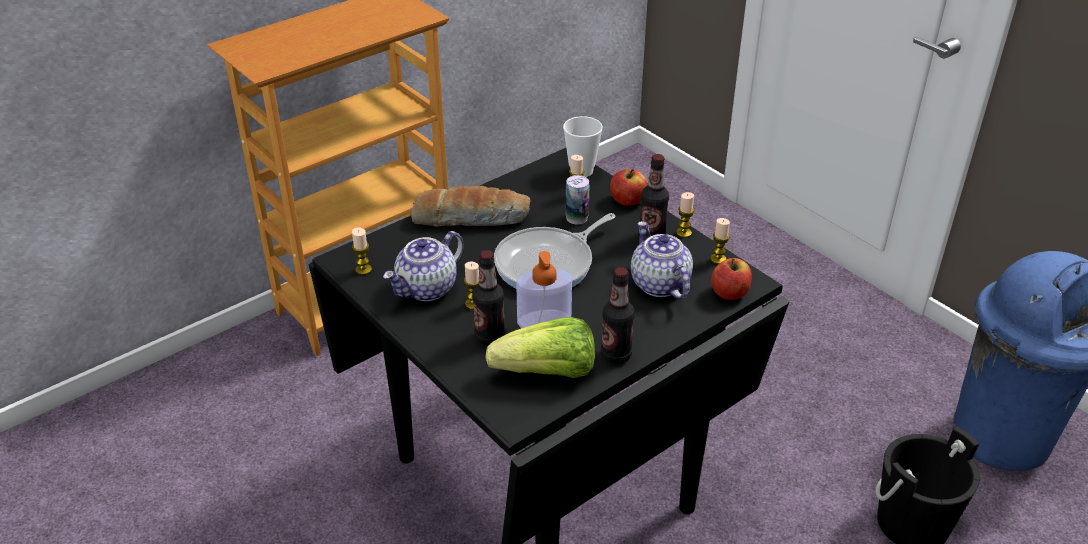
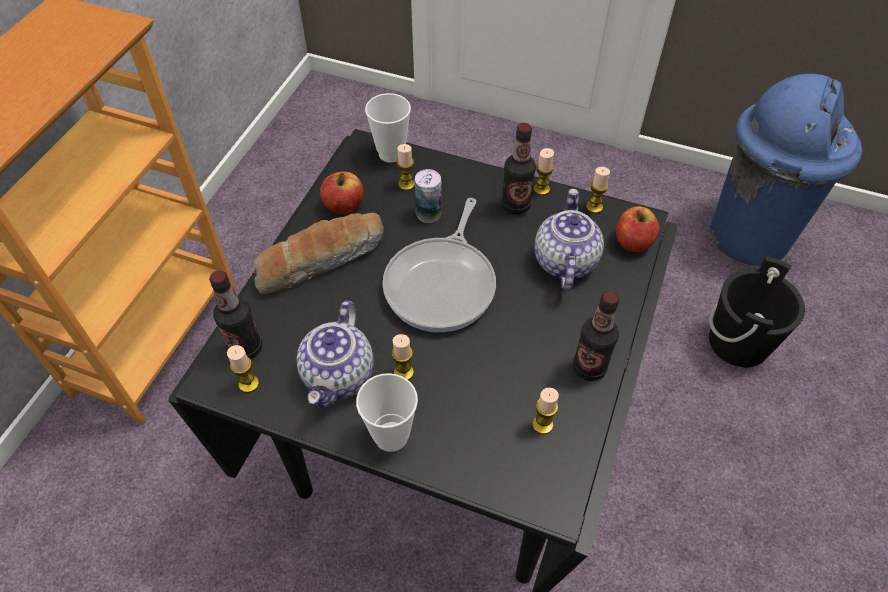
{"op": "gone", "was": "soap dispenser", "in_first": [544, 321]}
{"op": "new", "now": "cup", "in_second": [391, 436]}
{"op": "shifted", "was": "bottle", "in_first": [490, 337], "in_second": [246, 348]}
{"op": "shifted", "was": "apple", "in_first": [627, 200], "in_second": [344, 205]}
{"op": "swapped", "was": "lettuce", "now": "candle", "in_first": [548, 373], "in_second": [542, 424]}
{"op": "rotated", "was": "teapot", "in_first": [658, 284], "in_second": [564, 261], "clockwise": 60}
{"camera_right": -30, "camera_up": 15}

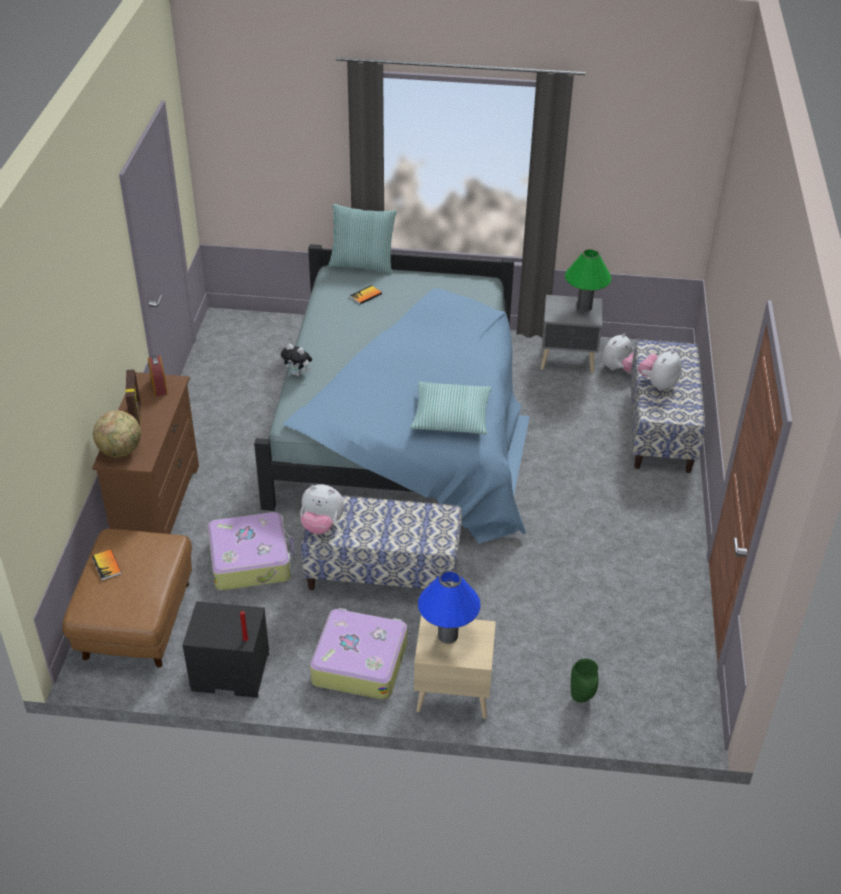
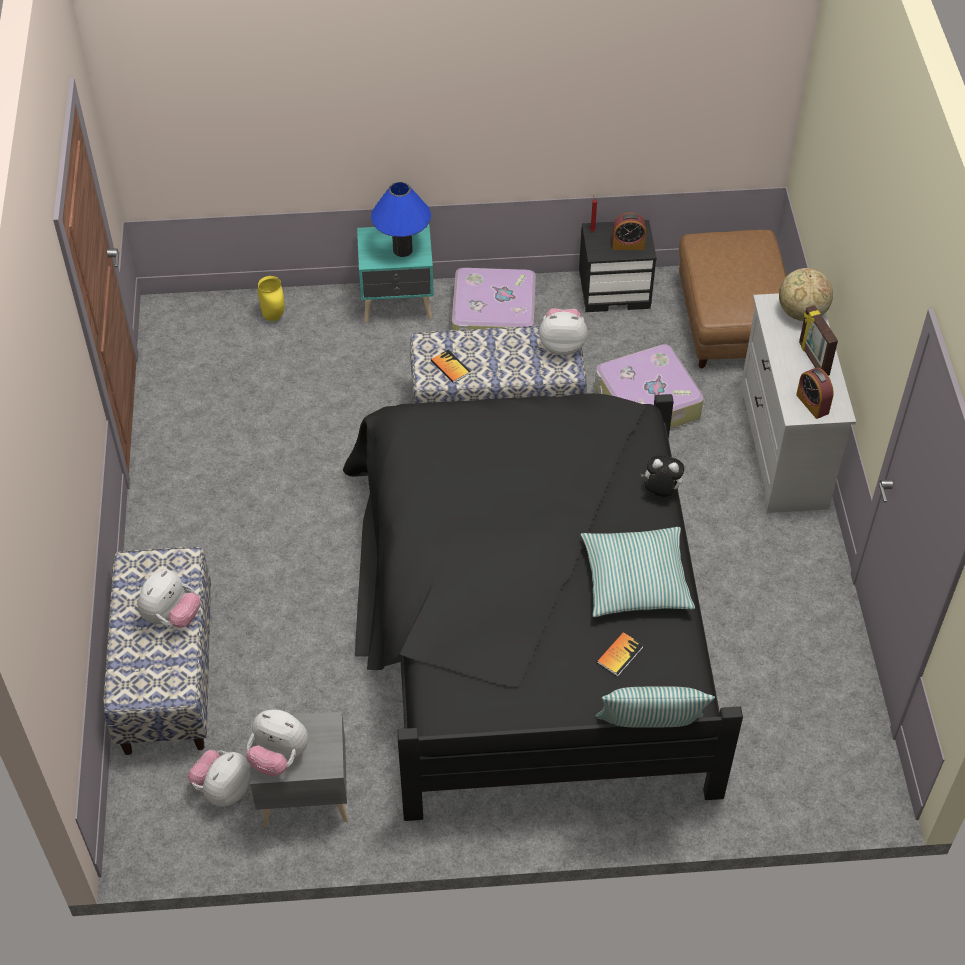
{"op": "new", "now": "alarm clock", "in_second": [628, 245]}
{"op": "shifted", "was": "book", "in_first": [107, 565], "in_second": [450, 367]}
{"op": "shifted", "was": "pillow", "in_first": [451, 416], "in_second": [636, 580]}
{"op": "swapped", "was": "table lamp in green", "now": "plush toy", "in_first": [584, 307], "in_second": [279, 756]}
{"op": "repainted", "was": "dresser in brown", "now": "dresser in white", "in_first": [158, 506], "in_second": [782, 450]}
{"op": "repainted", "was": "bed in blue", "now": "bed in black", "in_first": [403, 425], "in_second": [527, 620]}
{"op": "repainted", "was": "nightstand in beige", "now": "nightstand in turquoise", "in_first": [452, 693], "in_second": [398, 304]}
{"op": "repainted", "was": "vase in green", "now": "vase in yellow", "in_first": [582, 698], "in_second": [273, 317]}
{"camera_right": 170, "camera_up": 10}

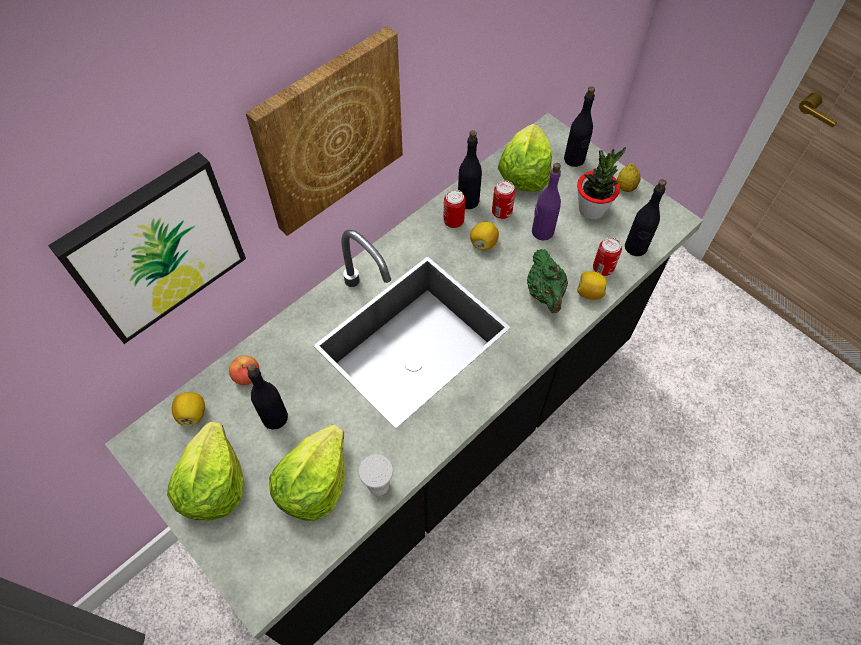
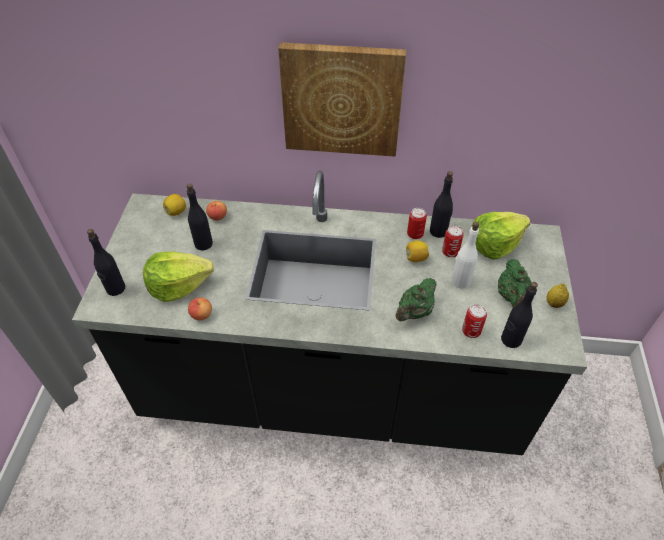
{"op": "gone", "was": "picture", "in_first": [154, 247]}
{"op": "gone", "was": "lettuce", "in_first": [213, 484]}
{"op": "gone", "was": "lemon", "in_first": [589, 292]}
{"op": "shifted", "was": "bottle in black", "in_first": [574, 159], "in_second": [115, 288]}
{"op": "swapped", "was": "cup in white", "now": "apple", "in_first": [378, 485], "in_second": [201, 315]}
{"op": "swapped", "was": "potted plant", "now": "teapot in green", "in_first": [591, 209], "in_second": [511, 296]}
{"op": "repainted", "was": "bottle in purple", "now": "bottle in white", "in_first": [542, 231], "in_second": [460, 281]}
{"camera_right": 50, "camera_up": -10}

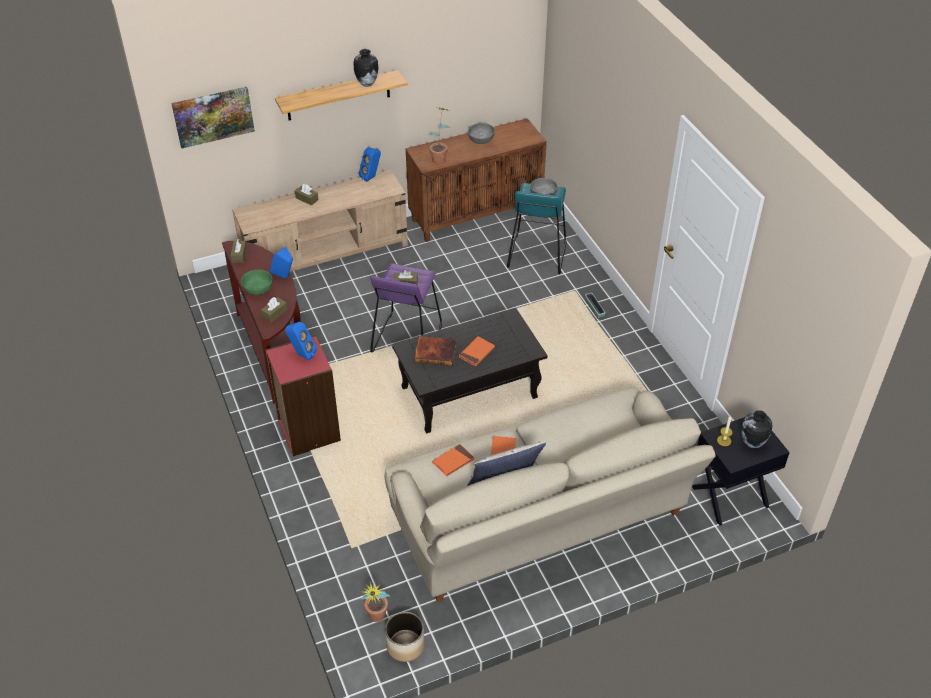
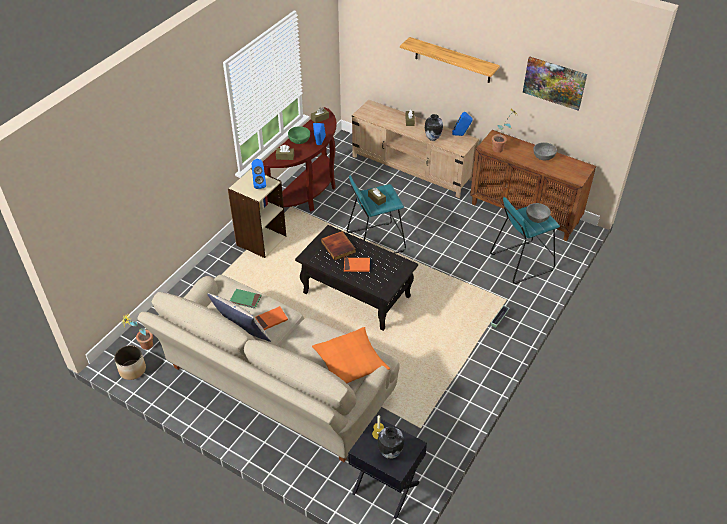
{"op": "new", "now": "pillow in orange", "in_second": [350, 363]}
{"op": "shifted", "was": "picture", "in_first": [213, 116], "in_second": [554, 82]}
{"op": "shifted", "was": "vase", "in_first": [366, 84], "in_second": [432, 138]}
{"op": "repainted", "was": "bookcase in red", "now": "bookcase in beige", "in_first": [308, 431], "in_second": [261, 240]}
{"op": "repainted", "was": "stool in purple", "now": "stool in turquoise", "in_first": [406, 338], "in_second": [375, 241]}
{"op": "repainted", "was": "book in orange", "now": "book in green", "in_first": [453, 461], "in_second": [245, 299]}
{"camera_right": 55, "camera_up": 0}

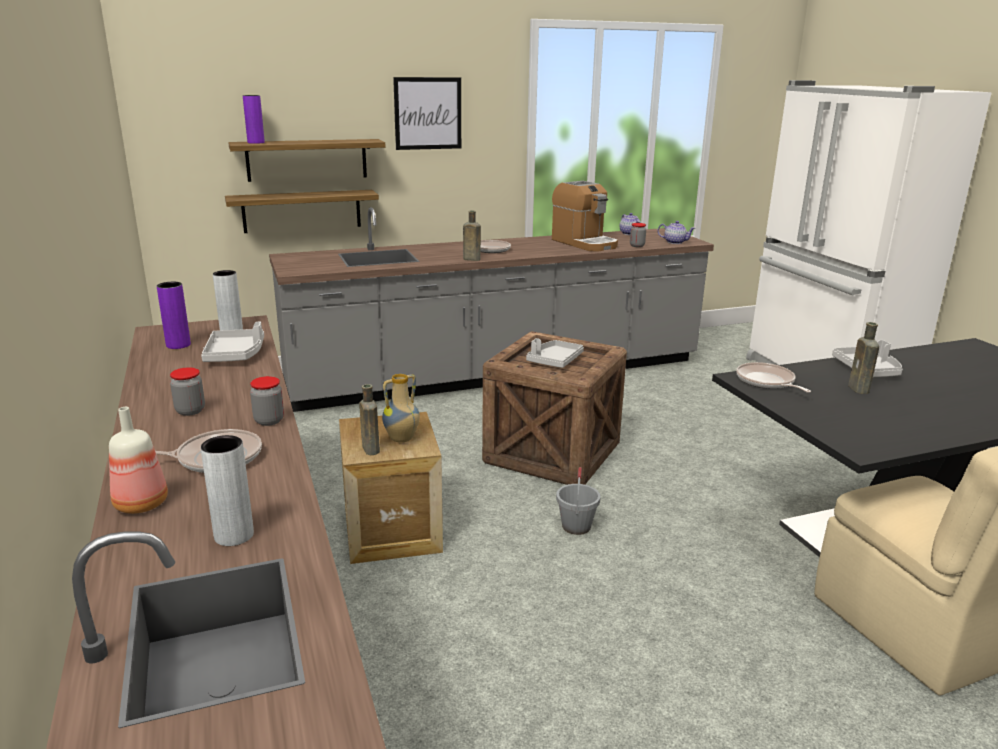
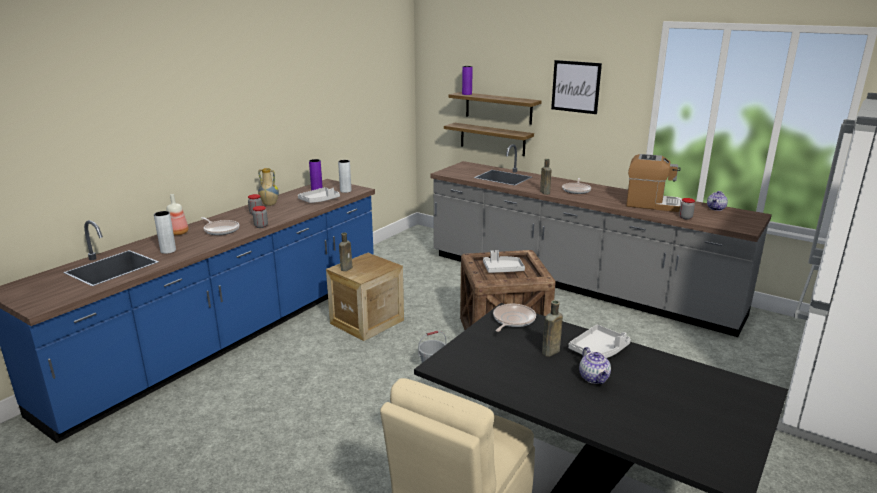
{"op": "shifted", "was": "vase", "in_first": [402, 439], "in_second": [269, 204]}
{"op": "shifted", "was": "teapot", "in_first": [675, 242], "in_second": [594, 378]}
{"op": "rotated", "was": "coffee machine", "in_first": [584, 243], "in_second": [652, 204], "clockwise": -90}
{"camera_right": 55, "camera_up": 0}

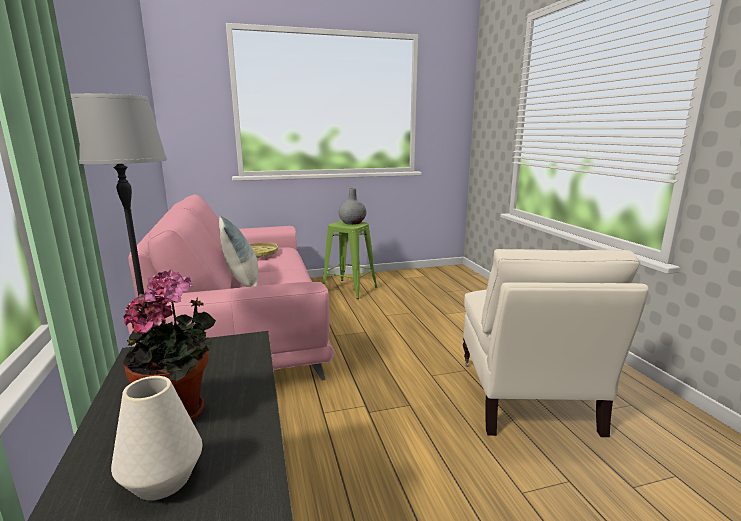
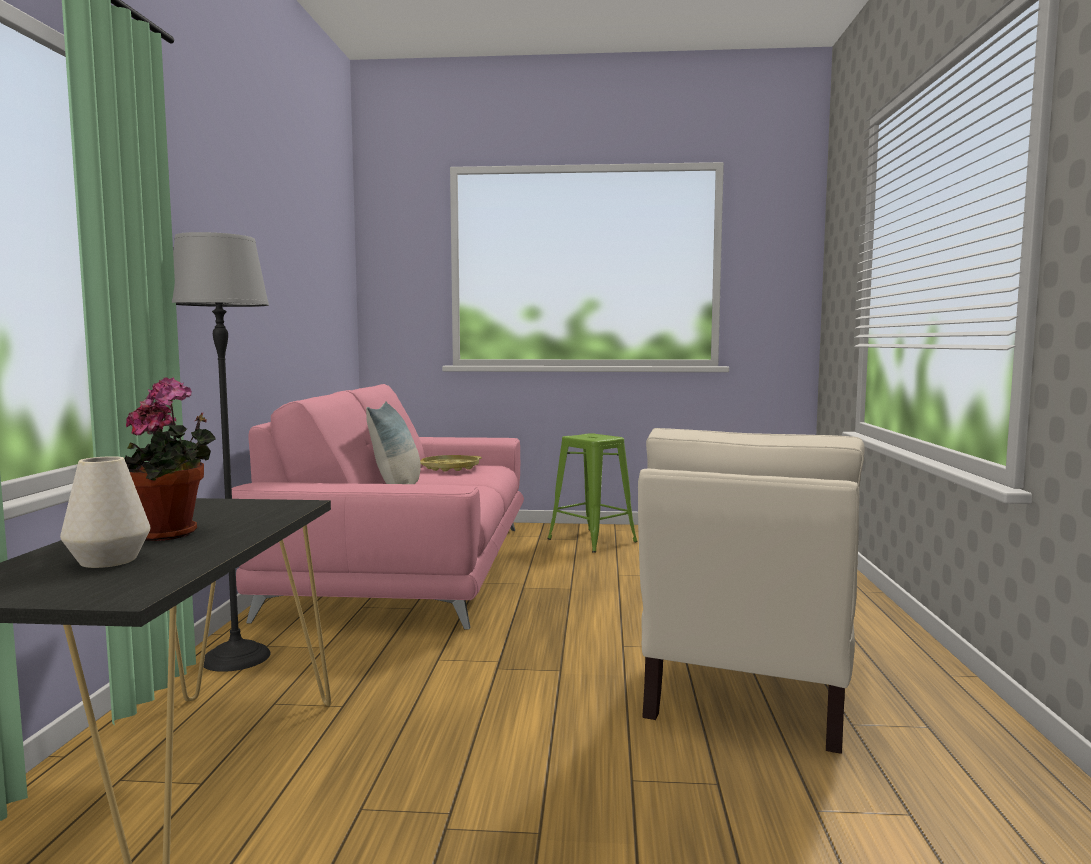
{"op": "gone", "was": "vase in grey", "in_first": [352, 222]}
{"camera_right": 20, "camera_up": -10}

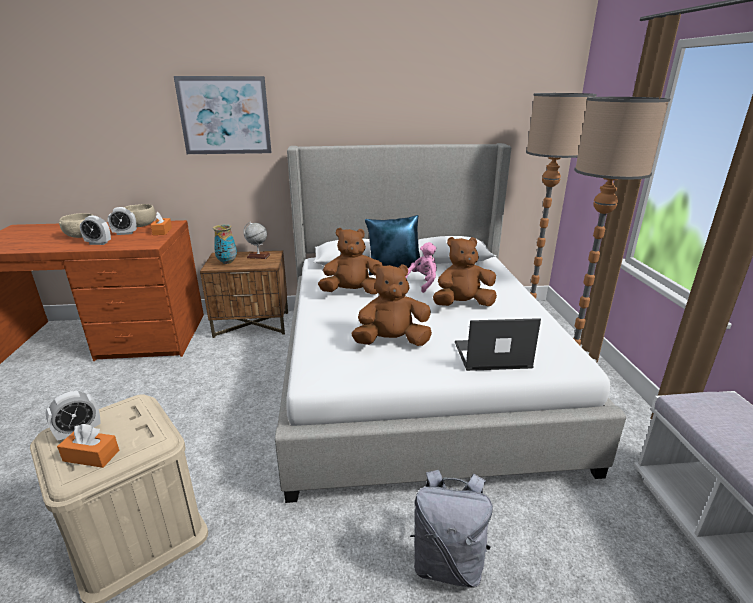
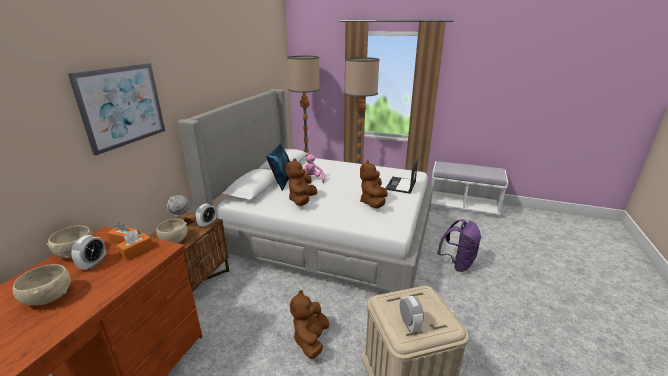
{"op": "shifted", "was": "tissue box in orange", "in_first": [91, 456], "in_second": [136, 251]}
{"op": "shifted", "was": "alarm clock", "in_first": [98, 243], "in_second": [207, 224]}
{"op": "shifted", "was": "plush toy in brown", "in_first": [462, 304], "in_second": [311, 339]}
{"op": "swapped", "was": "vase", "now": "bowl in beige", "in_first": [227, 262], "in_second": [174, 240]}
{"op": "repainted", "was": "backpack in grey", "now": "backpack in purple", "in_first": [447, 563], "in_second": [457, 263]}
{"camera_right": -65, "camera_up": 0}

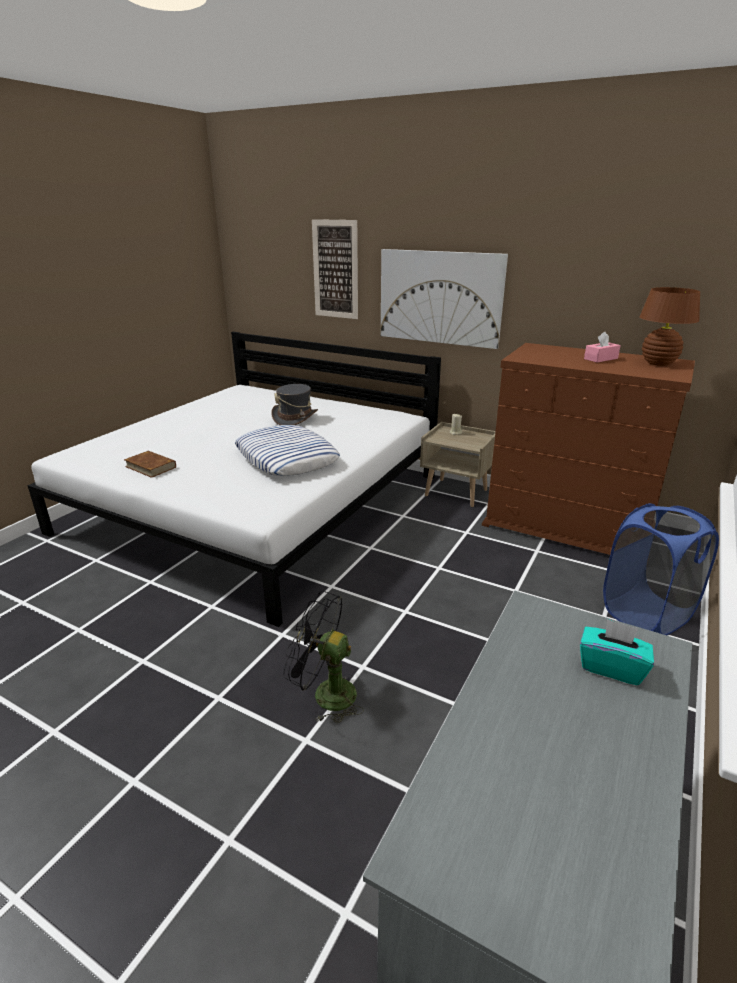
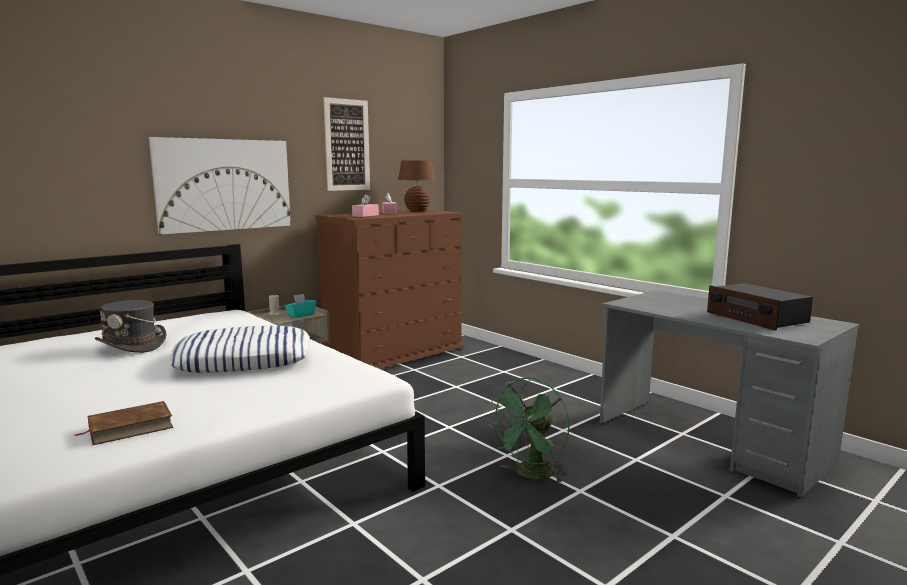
{"op": "gone", "was": "laundry basket in blue", "in_first": [646, 614]}
{"op": "new", "now": "tissue box in pink", "in_second": [365, 215]}
{"op": "new", "now": "radio", "in_second": [756, 318]}
{"op": "shifted", "was": "picture", "in_first": [335, 270], "in_second": [347, 145]}
{"op": "shifted", "was": "tissue box in turquoise", "in_first": [611, 667], "in_second": [301, 315]}
{"op": "repainted", "was": "fan in black", "now": "fan in green", "in_first": [325, 694], "in_second": [531, 475]}
{"camera_right": -70, "camera_up": -15}

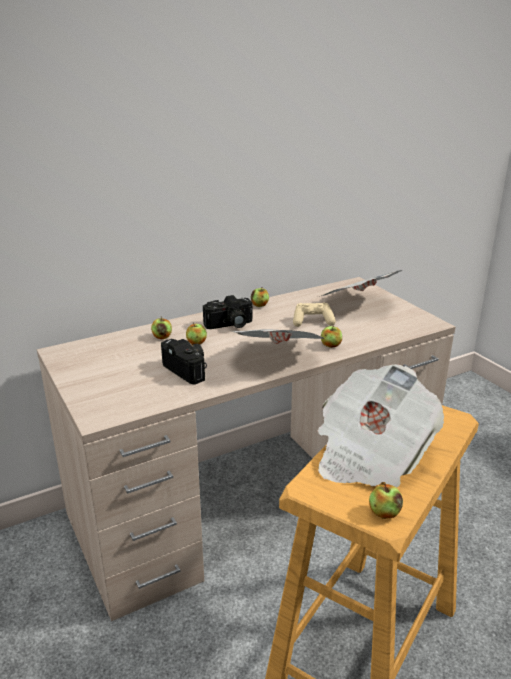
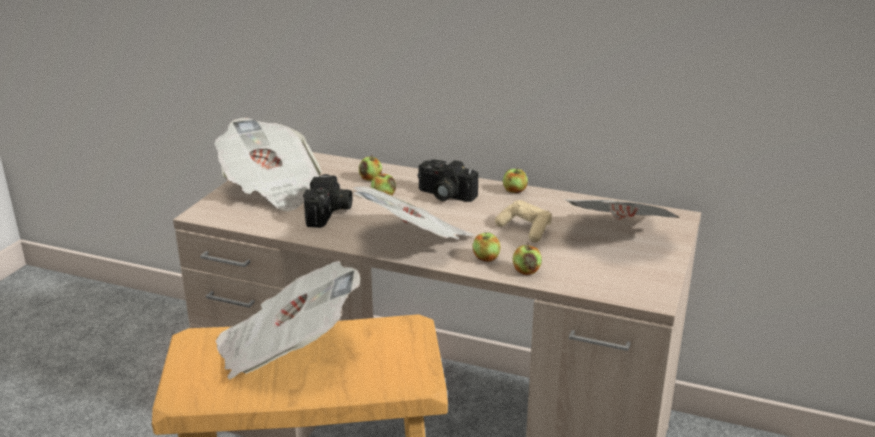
{"op": "new", "now": "newspaper", "in_second": [273, 190]}
{"op": "shifted", "was": "apple", "in_first": [384, 512], "in_second": [526, 271]}
{"camera_right": 50, "camera_up": 0}

